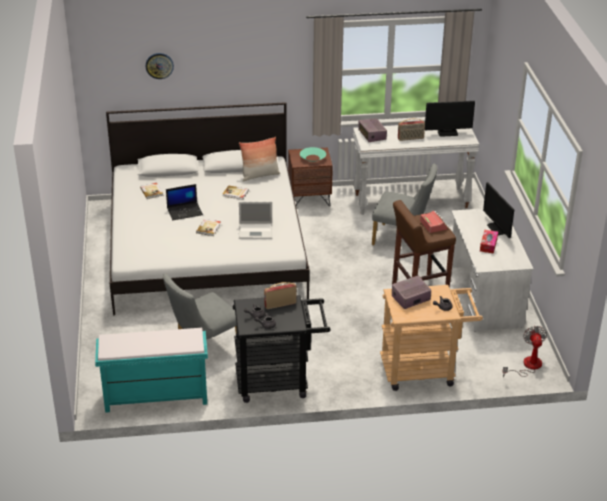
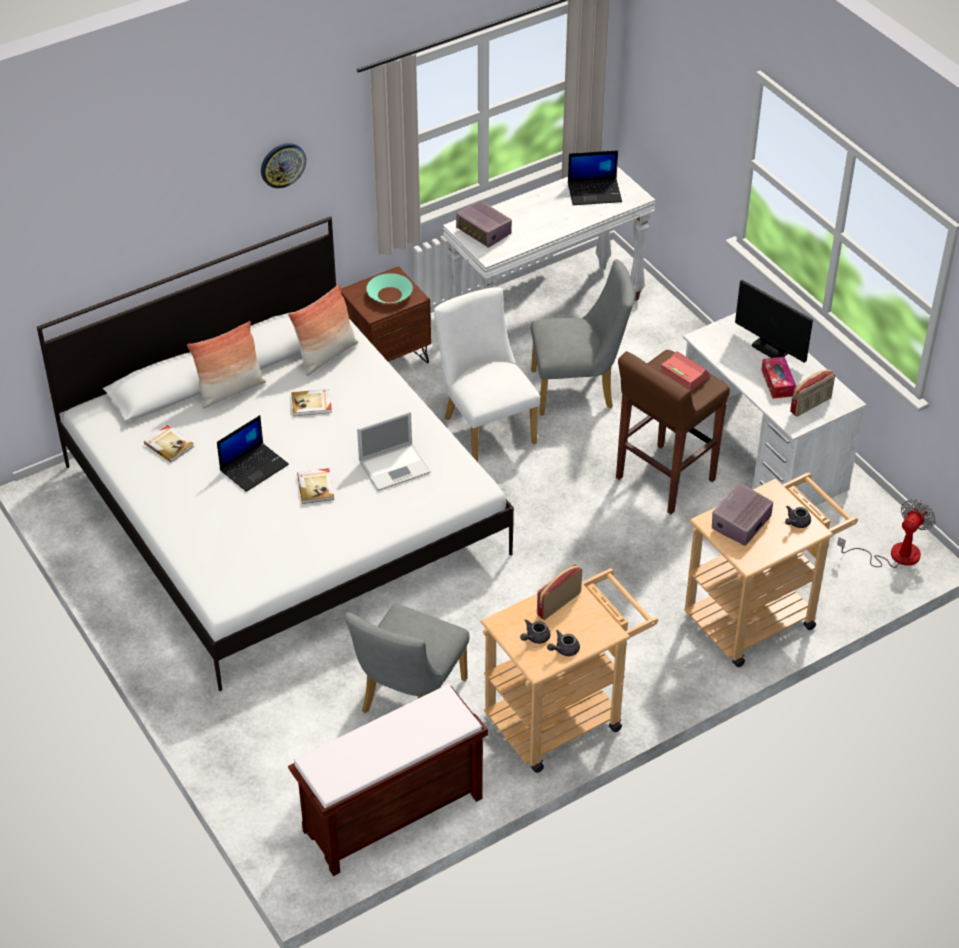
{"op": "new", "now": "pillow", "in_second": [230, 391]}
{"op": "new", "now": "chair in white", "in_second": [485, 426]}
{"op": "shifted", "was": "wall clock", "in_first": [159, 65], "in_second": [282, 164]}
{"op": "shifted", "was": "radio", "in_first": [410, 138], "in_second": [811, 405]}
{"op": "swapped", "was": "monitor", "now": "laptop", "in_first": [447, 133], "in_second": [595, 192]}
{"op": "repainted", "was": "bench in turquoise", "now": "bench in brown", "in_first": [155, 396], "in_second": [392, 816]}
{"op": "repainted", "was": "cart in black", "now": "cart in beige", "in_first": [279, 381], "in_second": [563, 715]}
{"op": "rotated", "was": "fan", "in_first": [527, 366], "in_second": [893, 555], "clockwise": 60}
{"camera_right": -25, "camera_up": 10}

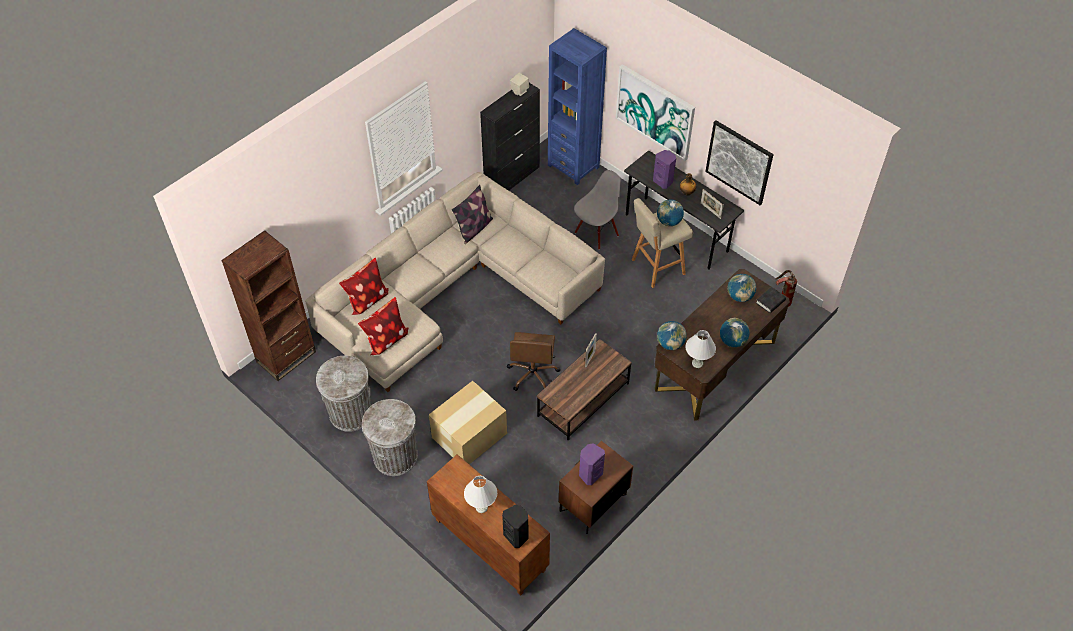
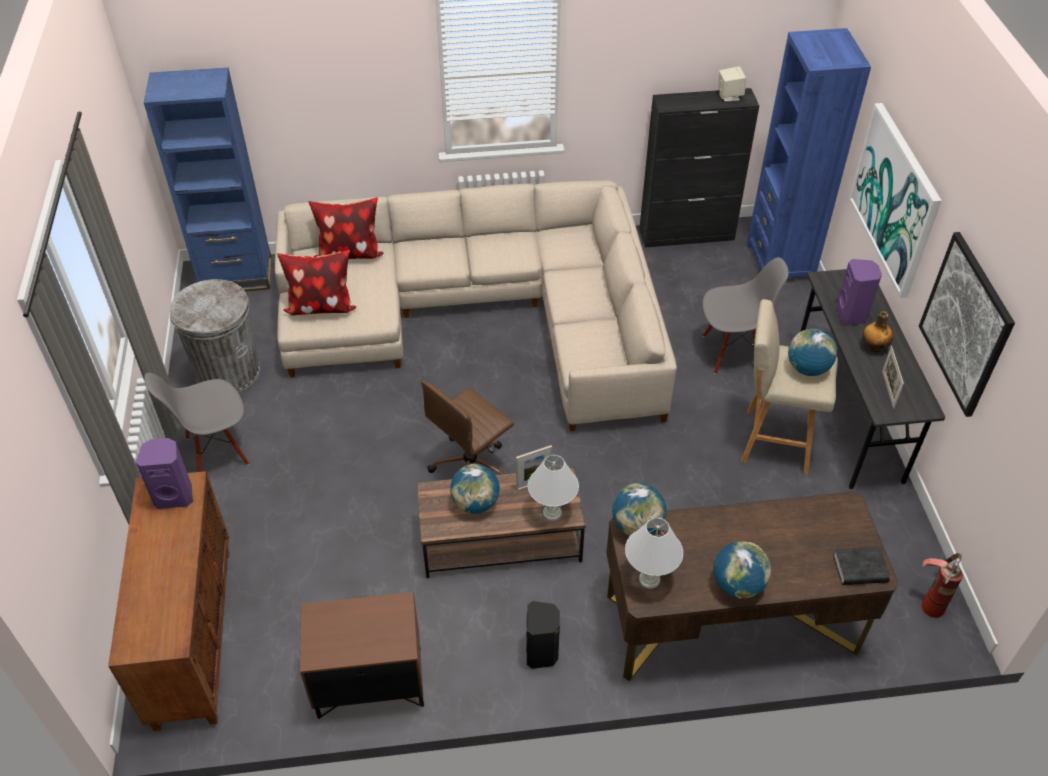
{"op": "gone", "was": "cardboard box", "in_first": [470, 435]}
{"op": "gone", "was": "pillow", "in_first": [474, 228]}
{"op": "shifted", "was": "table lamp in white", "in_first": [481, 507], "in_second": [552, 512]}
{"op": "shifted", "was": "speaker in black", "in_first": [517, 536], "in_second": [542, 653]}
{"op": "shifted", "was": "speaker in purple", "in_first": [590, 474], "in_second": [175, 495]}
{"op": "shifted", "was": "globe", "in_first": [739, 296], "in_second": [475, 503]}
{"op": "swapped", "was": "trash can in grey", "now": "chair in grey", "in_first": [395, 456], "in_second": [216, 452]}
{"op": "repainted", "was": "bookcase in brown", "now": "bookcase in blue", "in_first": [286, 357], "in_second": [236, 276]}
{"camera_right": 40, "camera_up": -5}

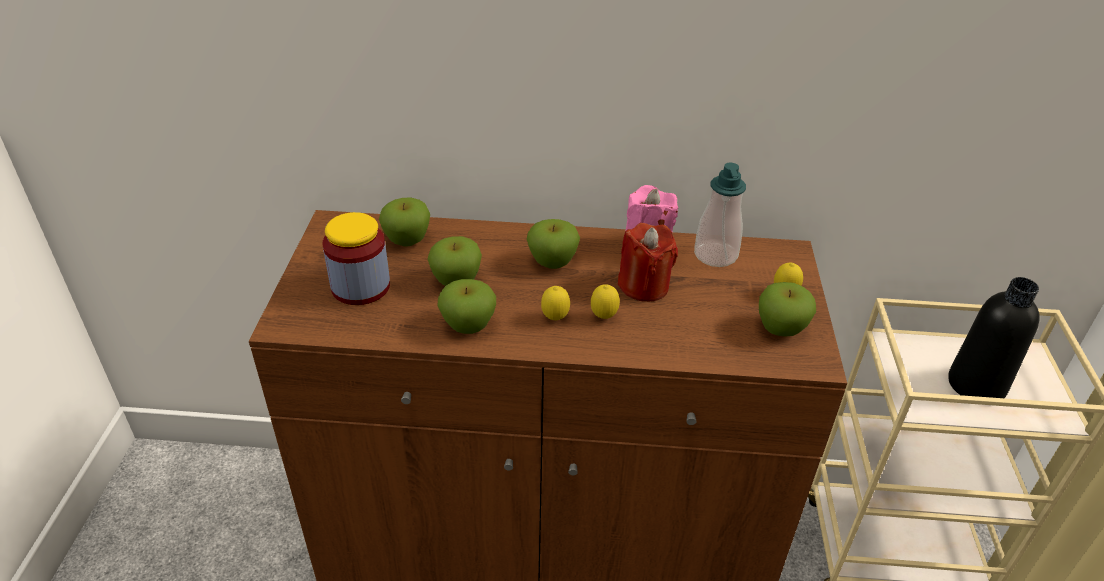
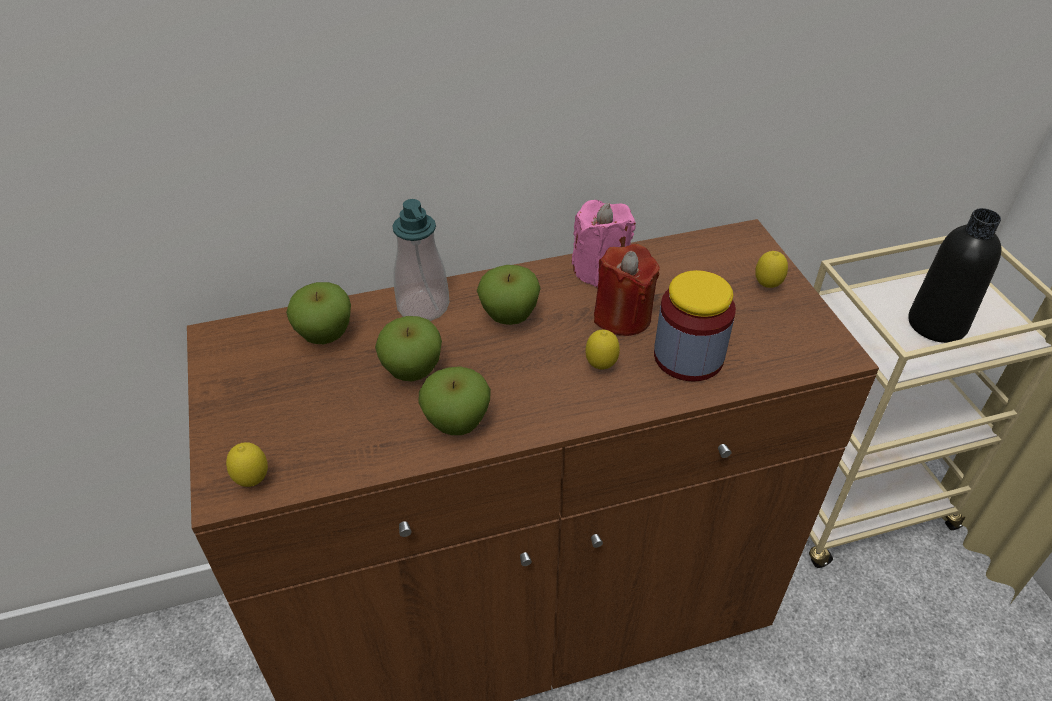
{"op": "gone", "was": "apple", "in_first": [780, 329]}
{"op": "shifted", "was": "jar", "in_first": [360, 287], "in_second": [688, 357]}
{"op": "shifted", "was": "lemon", "in_first": [555, 319], "in_second": [253, 481]}
{"op": "shifted", "was": "soap dispenser", "in_first": [715, 255], "in_second": [423, 306]}
{"camera_right": -20, "camera_up": 5}

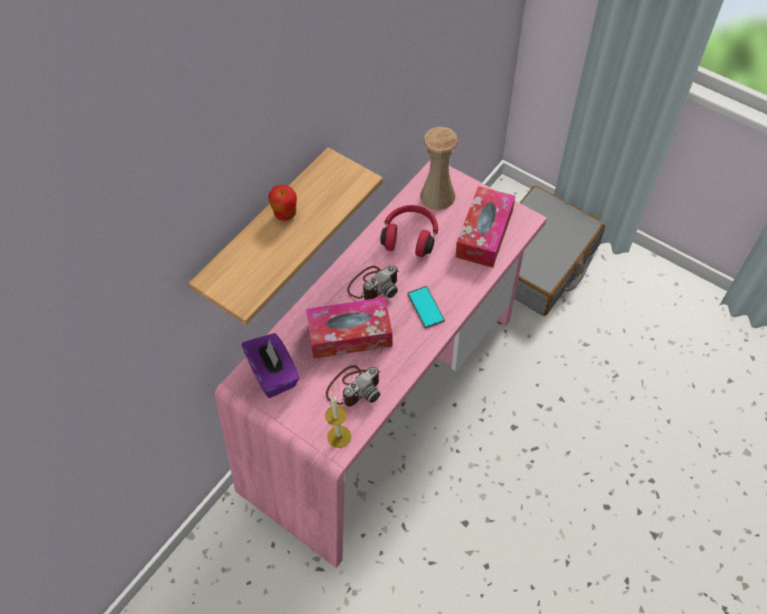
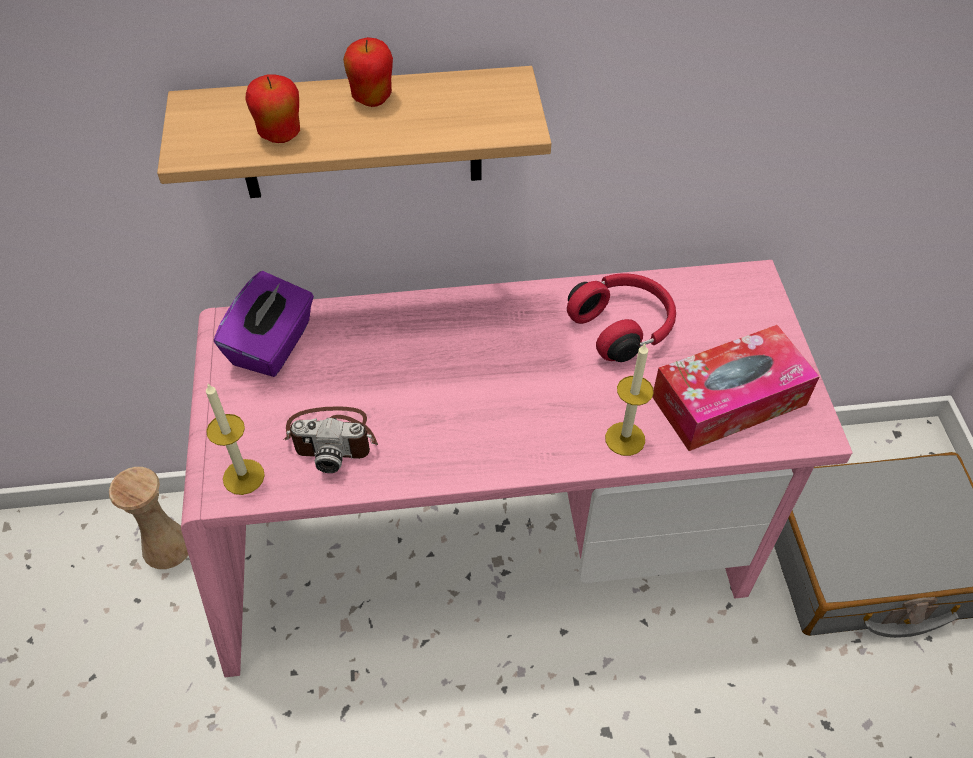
{"op": "gone", "was": "tissue box", "in_first": [350, 334]}
{"op": "gone", "was": "photo camera", "in_first": [373, 285]}
{"op": "gone", "was": "phone", "in_first": [425, 307]}
{"op": "new", "now": "apple", "in_second": [280, 135]}
{"op": "new", "now": "candle", "in_second": [625, 439]}
{"op": "shifted", "was": "vase in beige", "in_first": [437, 196], "in_second": [167, 546]}
{"camera_right": 45, "camera_up": -5}

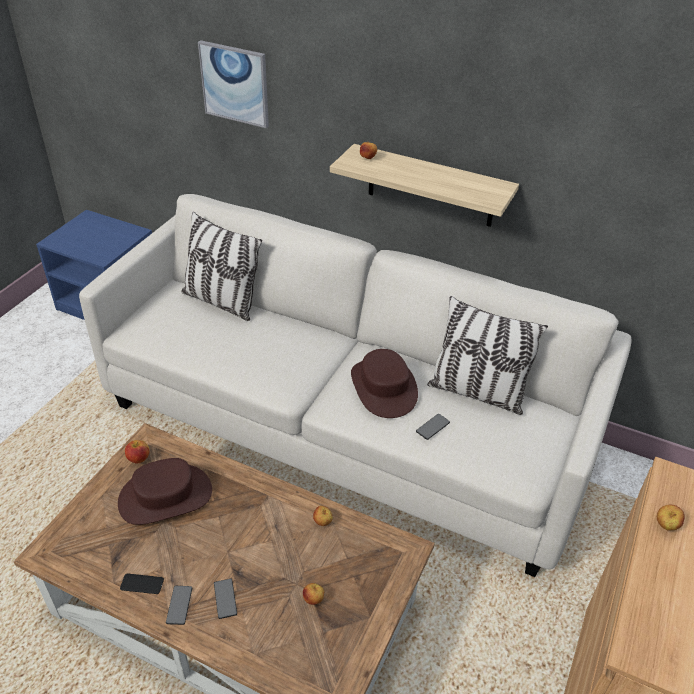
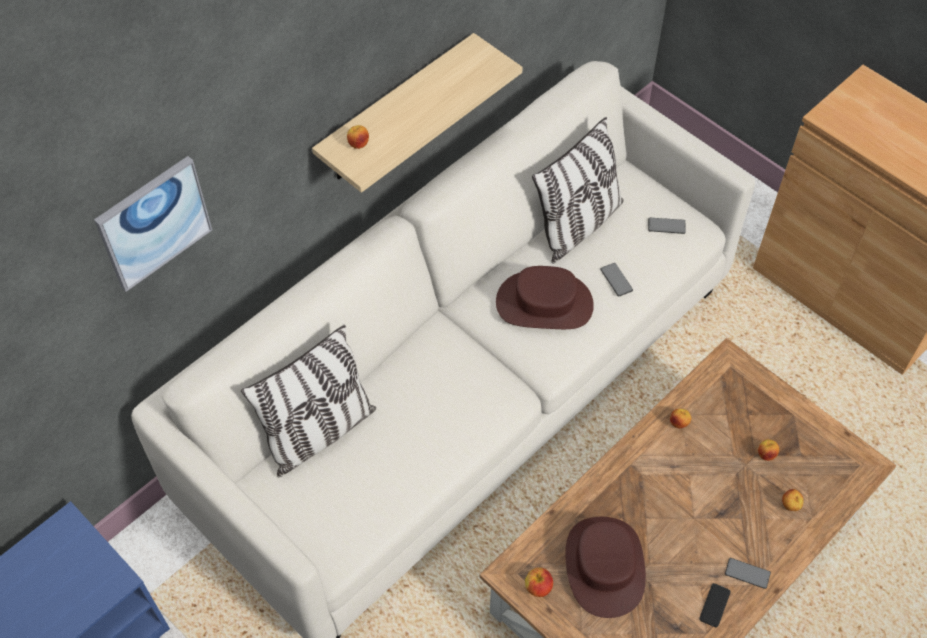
{"op": "shifted", "was": "phone", "in_first": [225, 599], "in_second": [666, 226]}
{"op": "shifted", "was": "apple", "in_first": [666, 526], "in_second": [790, 505]}
{"camera_right": -70, "camera_up": 15}

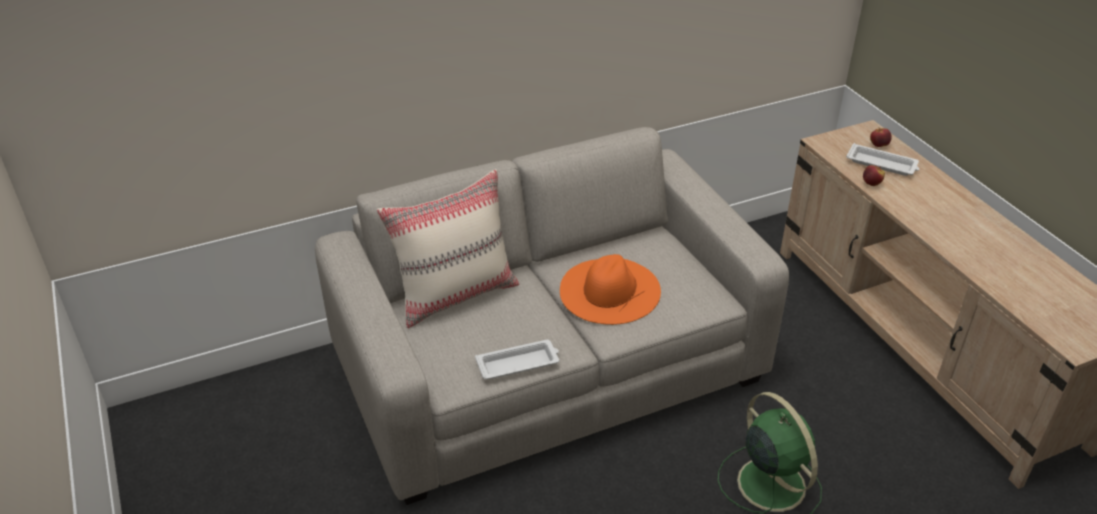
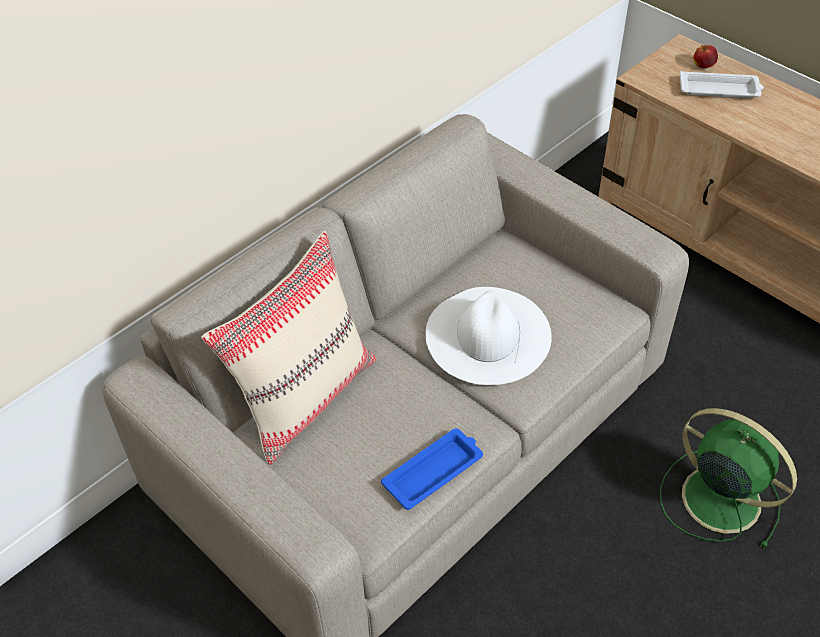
{"op": "gone", "was": "apple", "in_first": [871, 183]}
{"op": "repainted", "was": "tray in white", "now": "tray in blue", "in_first": [519, 364], "in_second": [434, 471]}
{"op": "repainted", "was": "hat in orange", "now": "hat in white", "in_first": [609, 290], "in_second": [488, 334]}
{"camera_right": -20, "camera_up": 10}

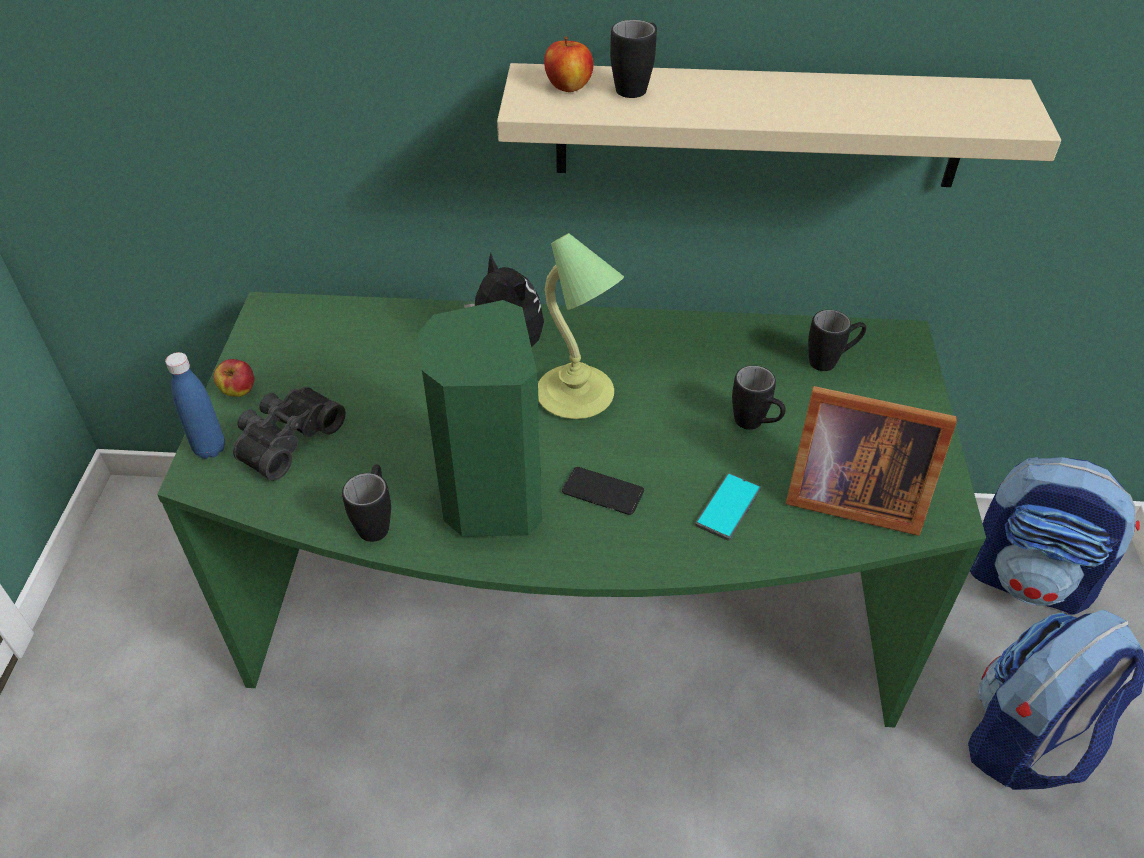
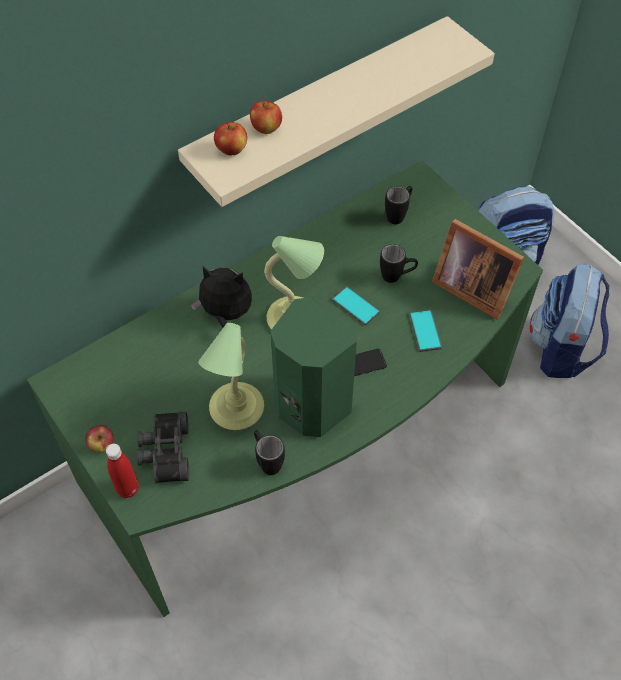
{"op": "new", "now": "table lamp", "in_second": [235, 409]}
{"op": "new", "now": "phone", "in_second": [355, 306]}
{"op": "swapped", "was": "mug in black", "now": "apple", "in_first": [636, 86], "in_second": [266, 128]}
{"op": "repainted", "was": "bottle in blue", "now": "bottle in red", "in_first": [210, 449], "in_second": [128, 489]}
{"op": "rotated", "was": "picture frame", "in_first": [849, 495], "in_second": [471, 287], "clockwise": 60}
{"camera_right": -40, "camera_up": 10}

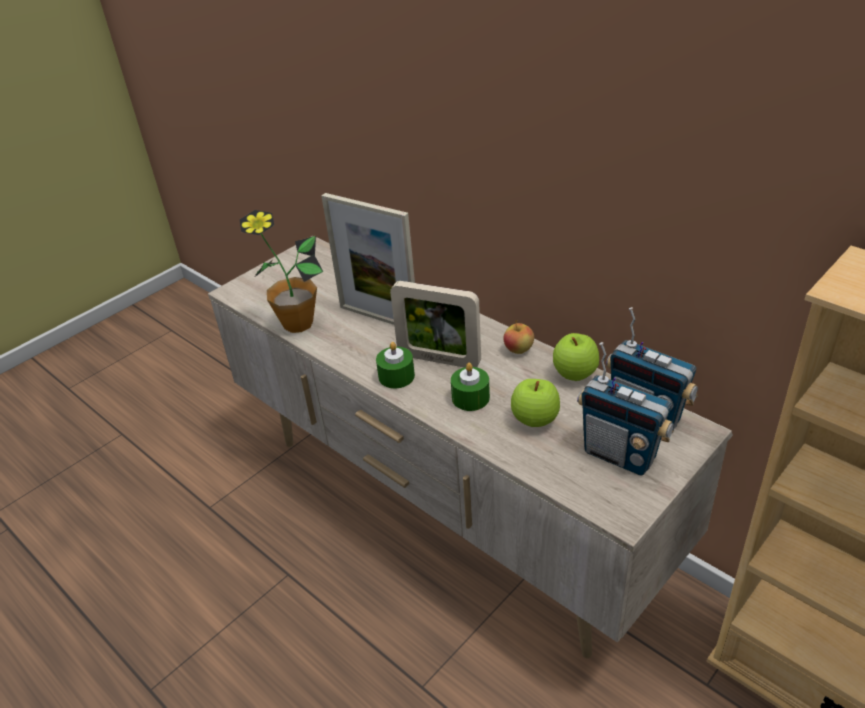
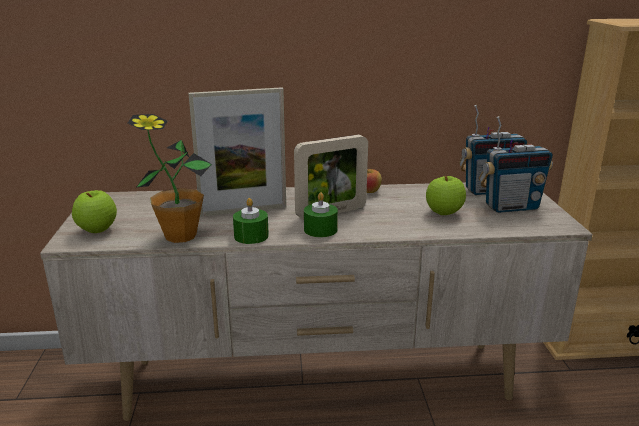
{"op": "shifted", "was": "candle in green", "in_first": [470, 398], "in_second": [251, 236]}
{"op": "shifted", "was": "apple", "in_first": [574, 374], "in_second": [97, 230]}
{"camera_right": -50, "camera_up": -15}

